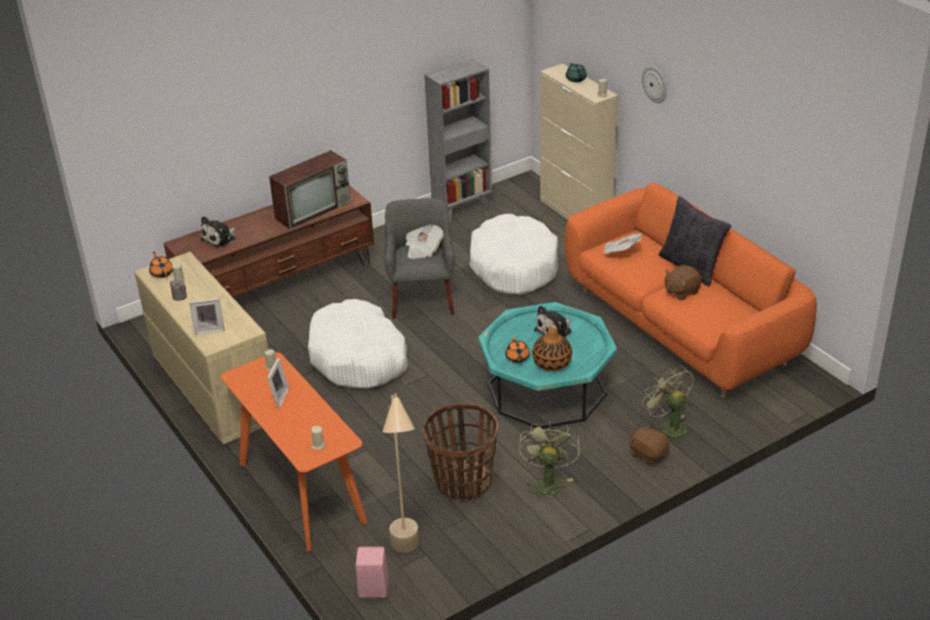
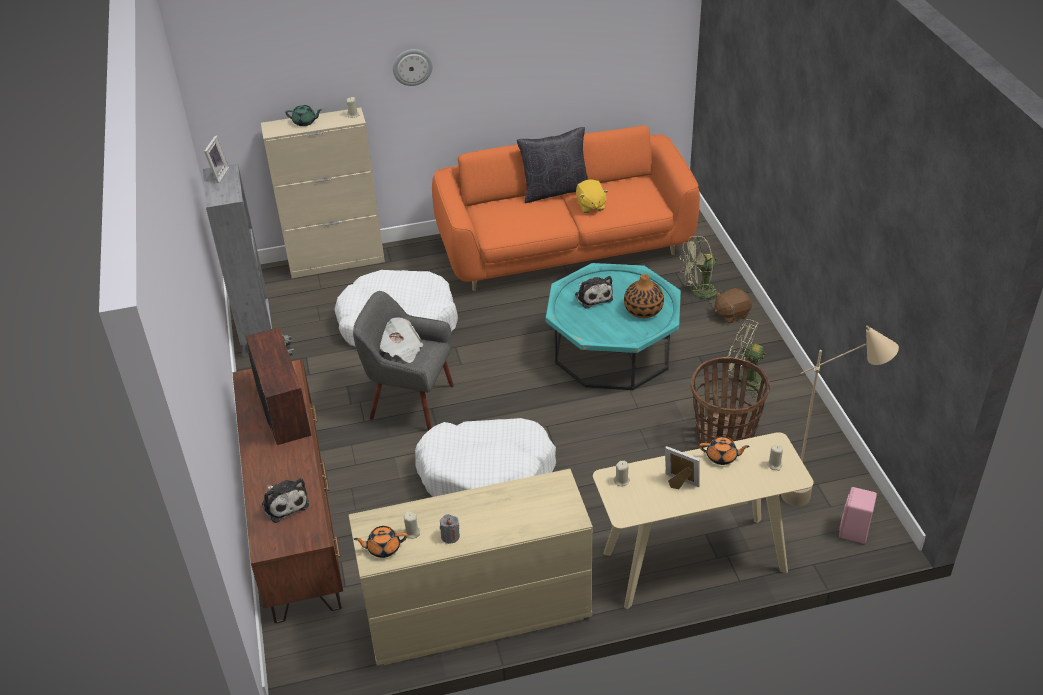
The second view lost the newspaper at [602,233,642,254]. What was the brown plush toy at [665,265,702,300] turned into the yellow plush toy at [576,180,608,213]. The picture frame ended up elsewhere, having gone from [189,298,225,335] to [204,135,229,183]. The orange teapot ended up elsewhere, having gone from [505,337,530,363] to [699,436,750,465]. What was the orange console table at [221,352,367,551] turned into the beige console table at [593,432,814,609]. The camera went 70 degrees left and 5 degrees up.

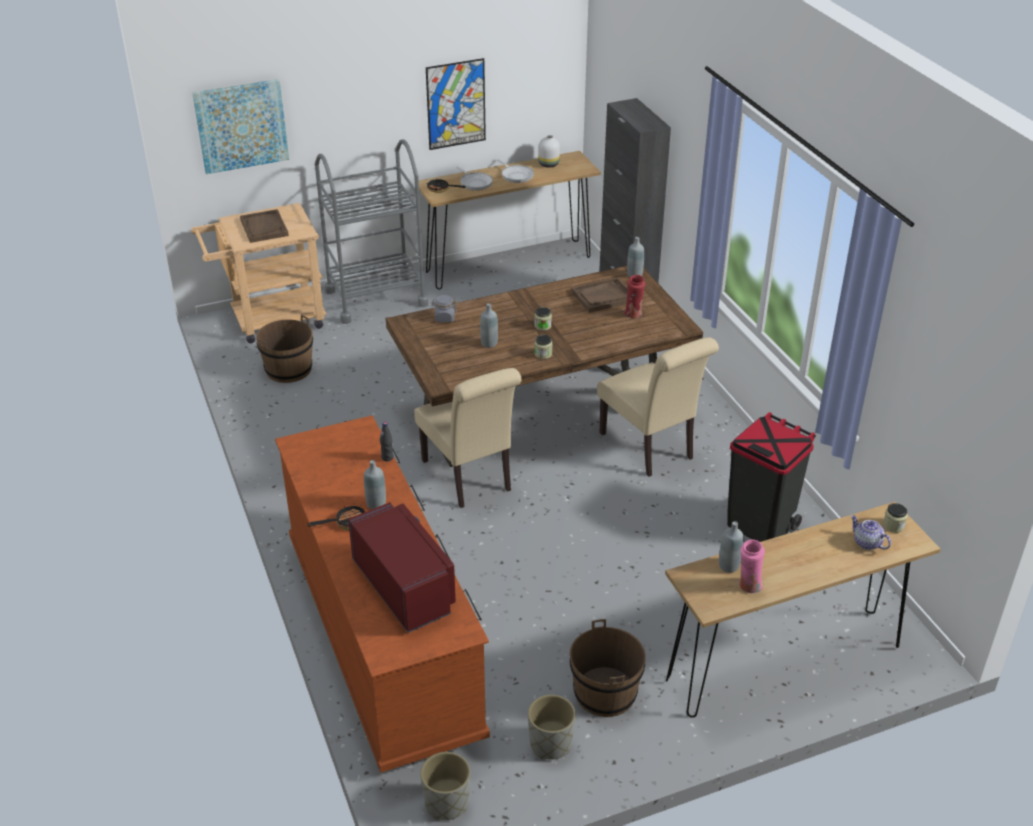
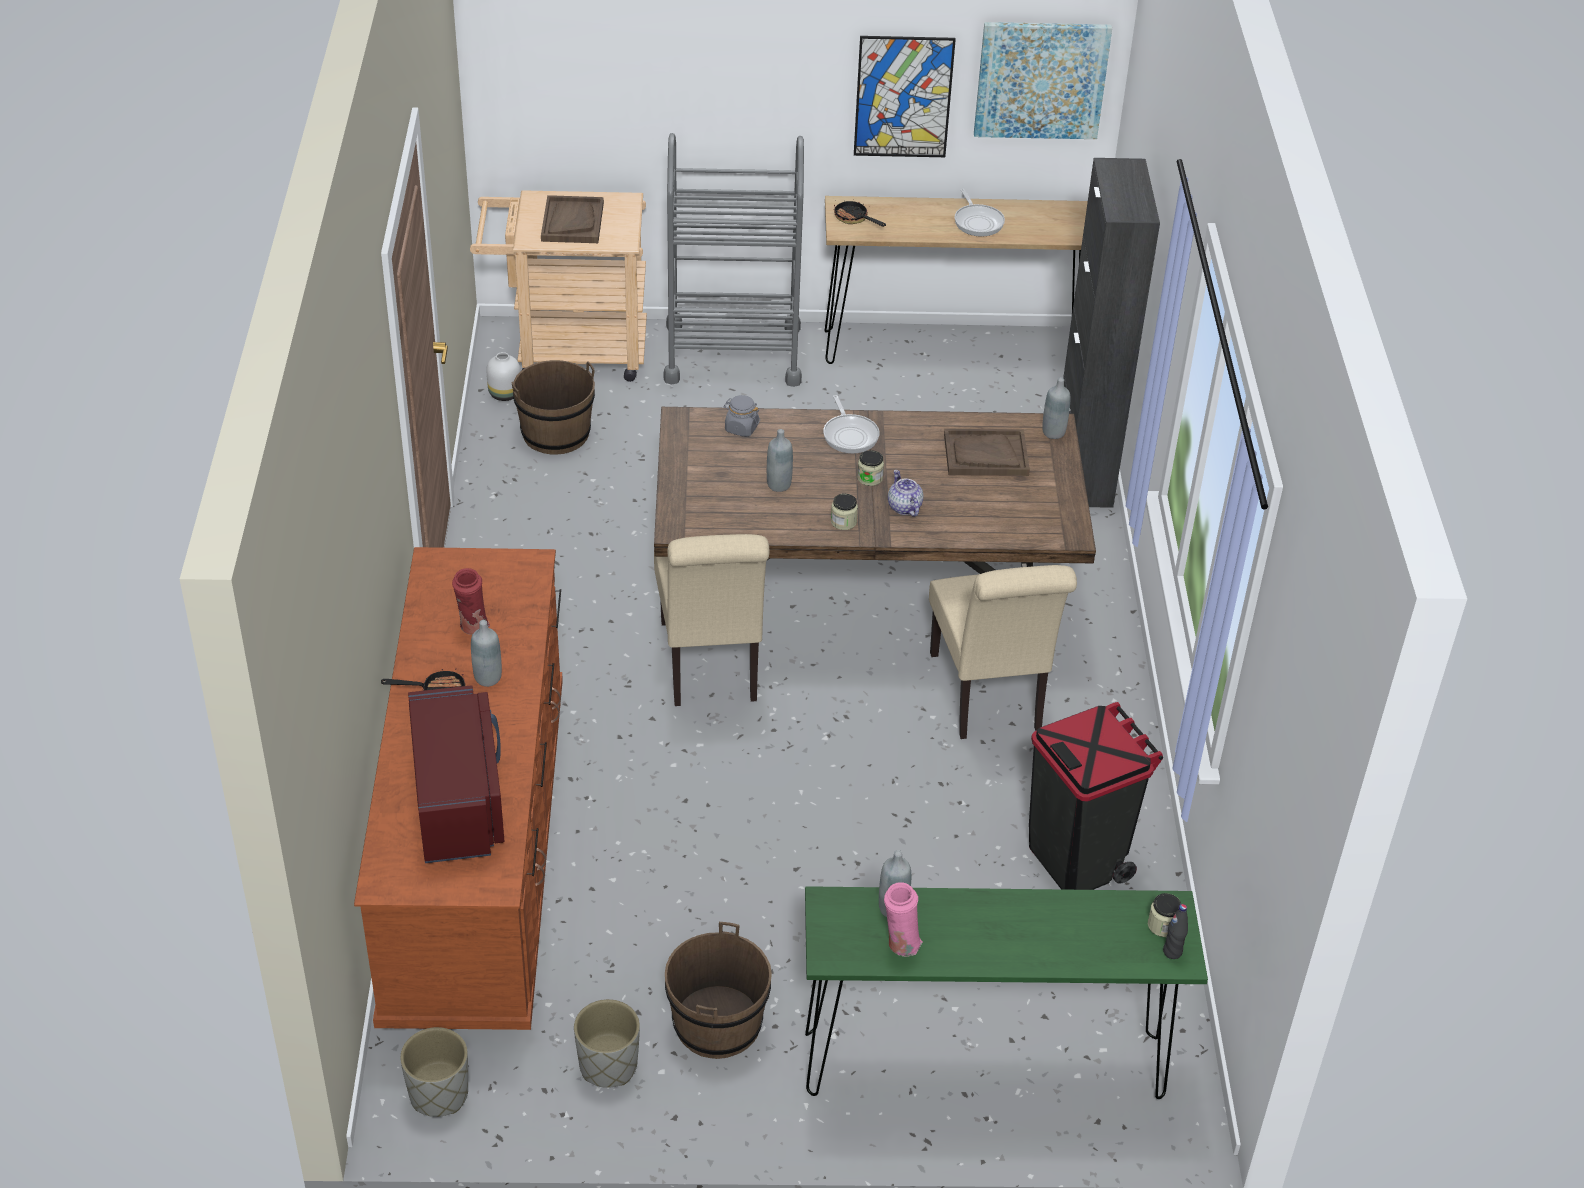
The picture ended up elsewhere, having gone from [192,79,289,174] to [974,22,1112,139]. The white vase ended up elsewhere, having gone from [538,135,560,168] to [486,352,521,401]. The frying pan ended up elsewhere, having gone from [456,166,493,191] to [823,395,879,453]. The red vase ended up elsewhere, having gone from [624,275,645,319] to [452,568,490,635]. The black bottle ended up elsewhere, having gone from [380,422,393,462] to [1163,904,1188,959]. What was the brown console table at [665,502,941,718] turned into the green console table at [805,886,1208,1099]. The teapot ended up elsewhere, having gone from [851,515,891,550] to [888,470,923,517]. The camera went 20 degrees right and 5 degrees up.

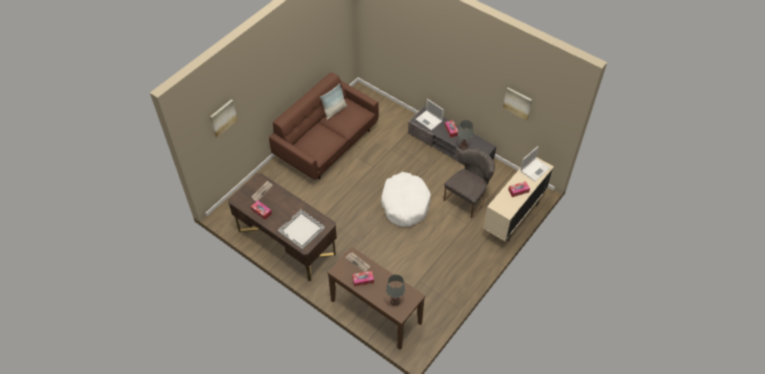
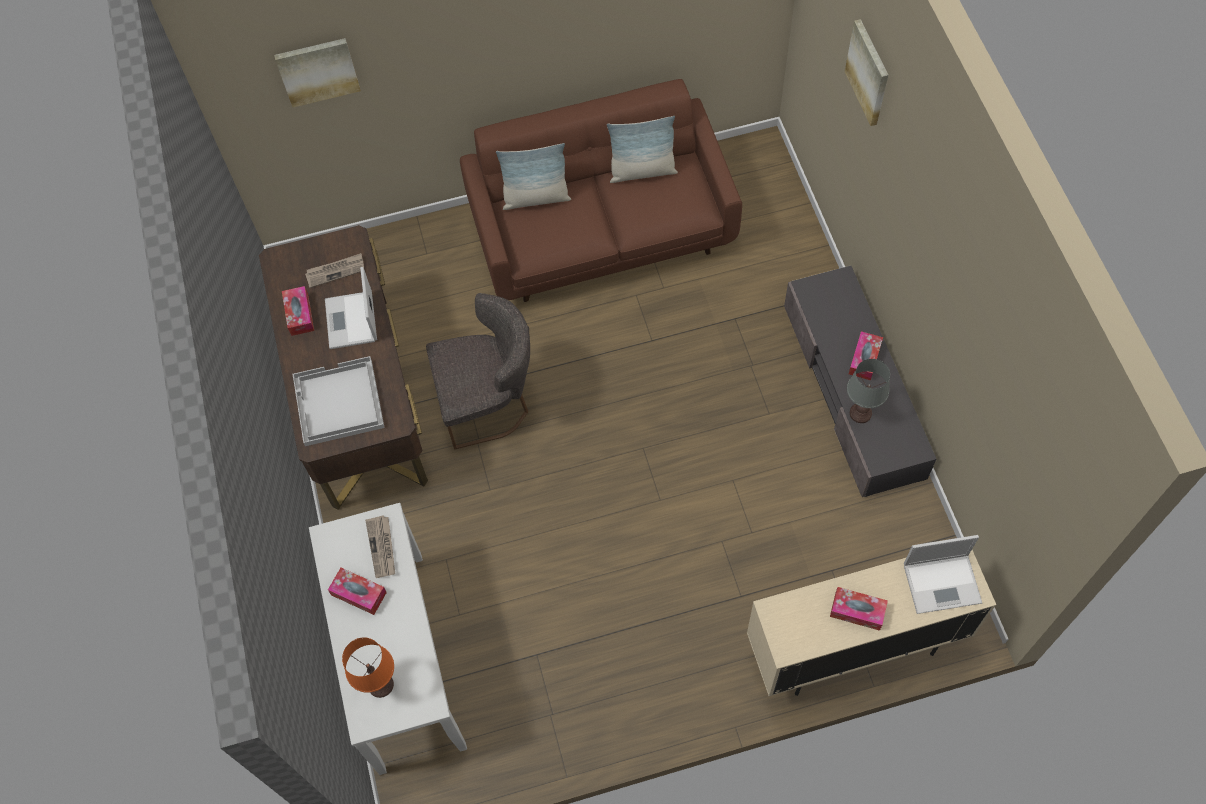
The picture ended up elsewhere, having gone from [503,87,532,121] to [845,19,888,126]. The laptop ended up elsewhere, having gone from [416,99,444,131] to [325,267,377,349]. The grey chair ended up elsewhere, having gone from [444,148,495,218] to [426,293,530,449]. The second view lost the white dog bed at [381,172,431,227]. What was the brown console table at [327,247,425,350] turned into the white console table at [309,503,467,775]. What was the grey table lamp at [386,275,405,306] turned into the orange table lamp at [342,637,394,698]. The second view gained the pillow at [496,143,571,210]. The camera went 40 degrees right and 10 degrees up.

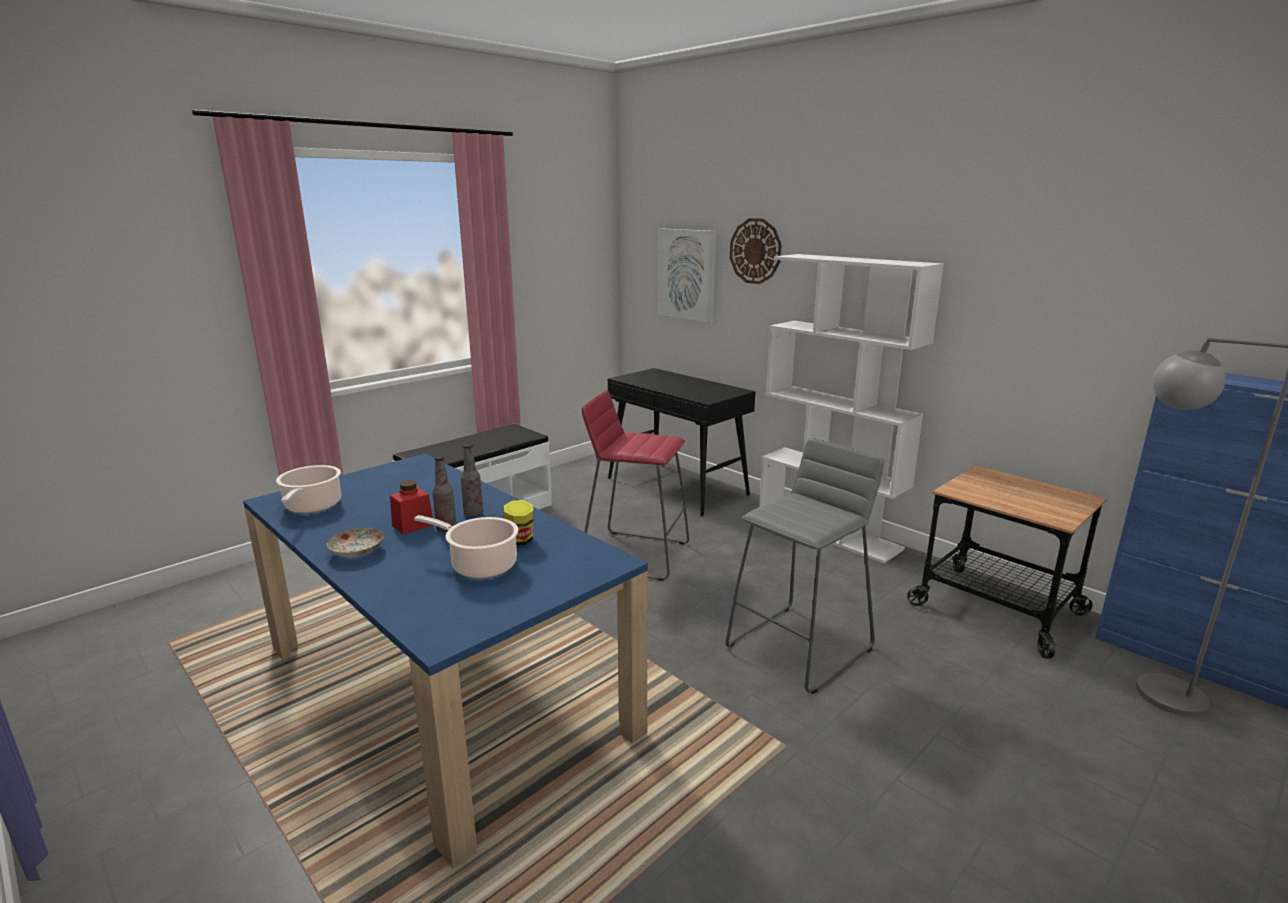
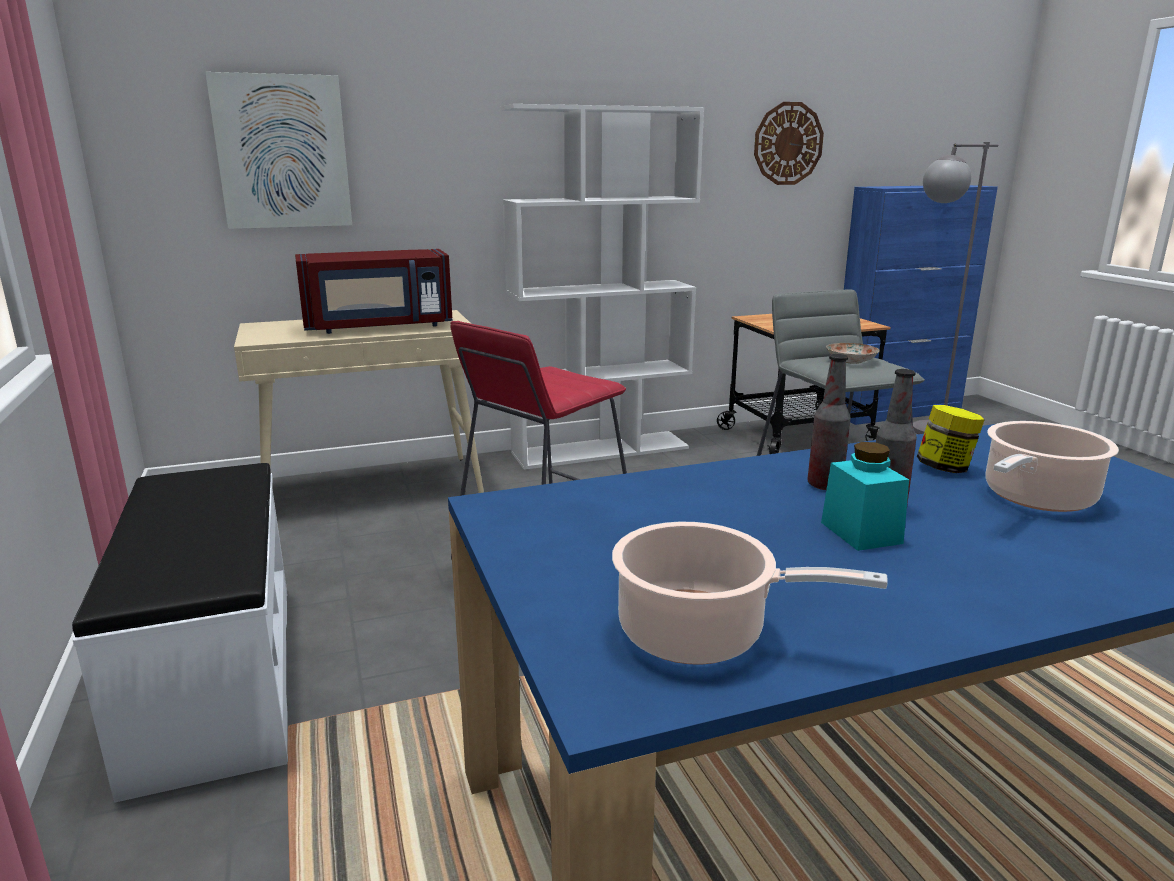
The wall clock ended up elsewhere, having gone from [730,218,782,284] to [754,102,824,185]. What was the black console table at [608,368,756,516] turned into the beige console table at [234,310,484,493]. What was the red jar at [390,480,433,534] turned into the turquoise jar at [821,442,909,551]. The plate ended up elsewhere, having gone from [327,528,384,557] to [826,343,880,364]. The second view gained the red microwave at [295,249,453,334]. The camera went 65 degrees left and 0 degrees up.

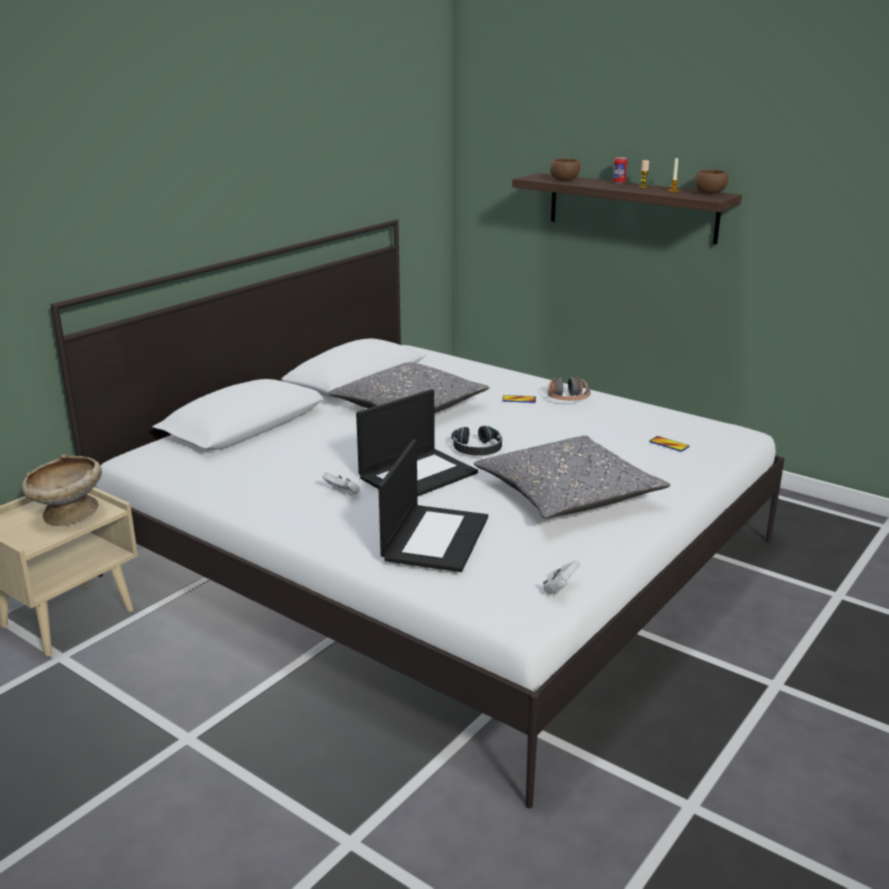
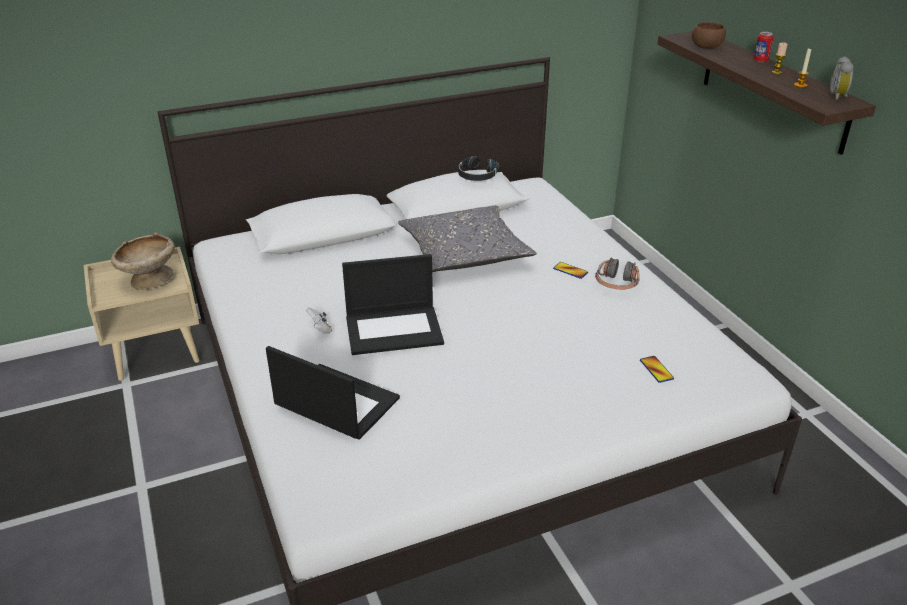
Where the brown bowl stood at [694,170,728,194], the alarm clock came to stand at [830,56,854,101]. The black headphones ended up elsewhere, having gone from [451,426,502,456] to [458,156,499,181]. The second view lost the grey pillow at [474,436,670,519]. The laptop at [378,440,488,572] ended up facing another way, 105 degrees counterclockwise from before. The second view lost the white game controller at [543,560,581,595]. The camera went 30 degrees right and 10 degrees up.

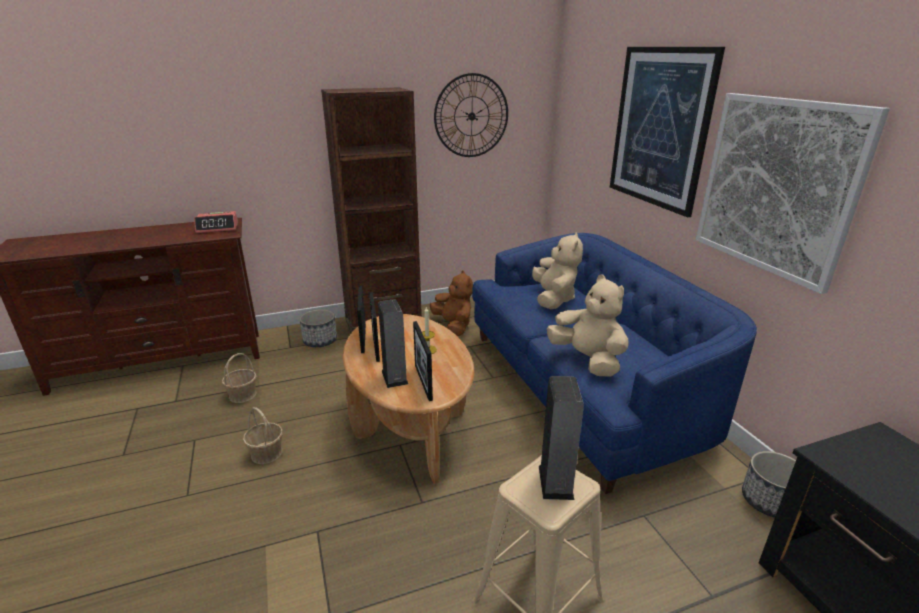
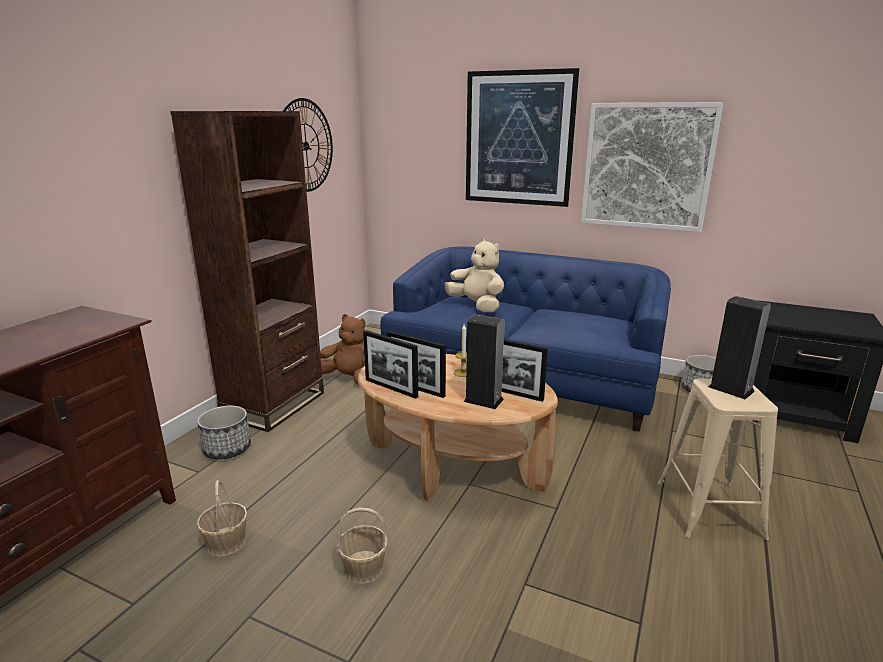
The second view lost the alarm clock at [194,211,238,233]. The second view lost the beige plush toy at [547,274,629,377]. The camera went 45 degrees left and 5 degrees down.

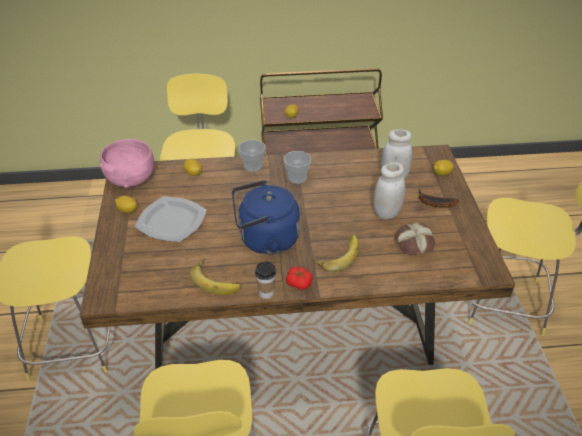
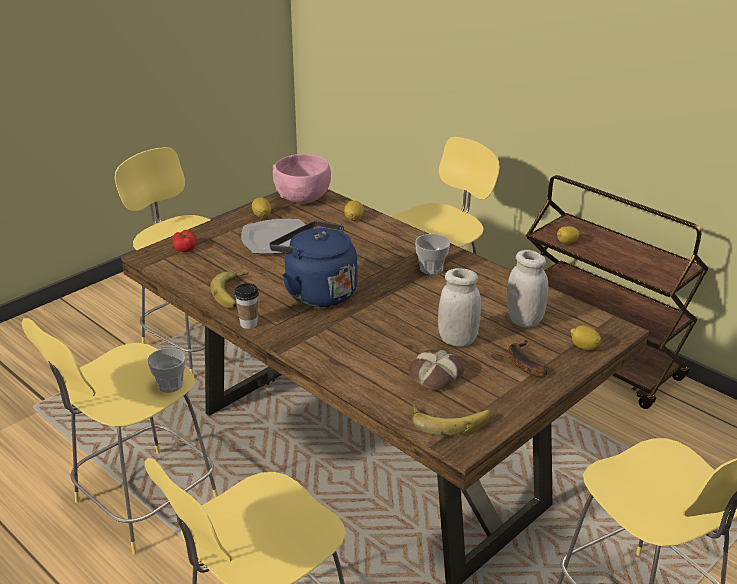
The cup ended up elsewhere, having gone from [239,140,266,172] to [147,348,186,393]. The banana ended up elsewhere, having gone from [313,235,359,272] to [412,403,491,436]. The tomato ended up elsewhere, having gone from [286,266,313,290] to [172,230,197,252]. The camera went 50 degrees right and 10 degrees down.

